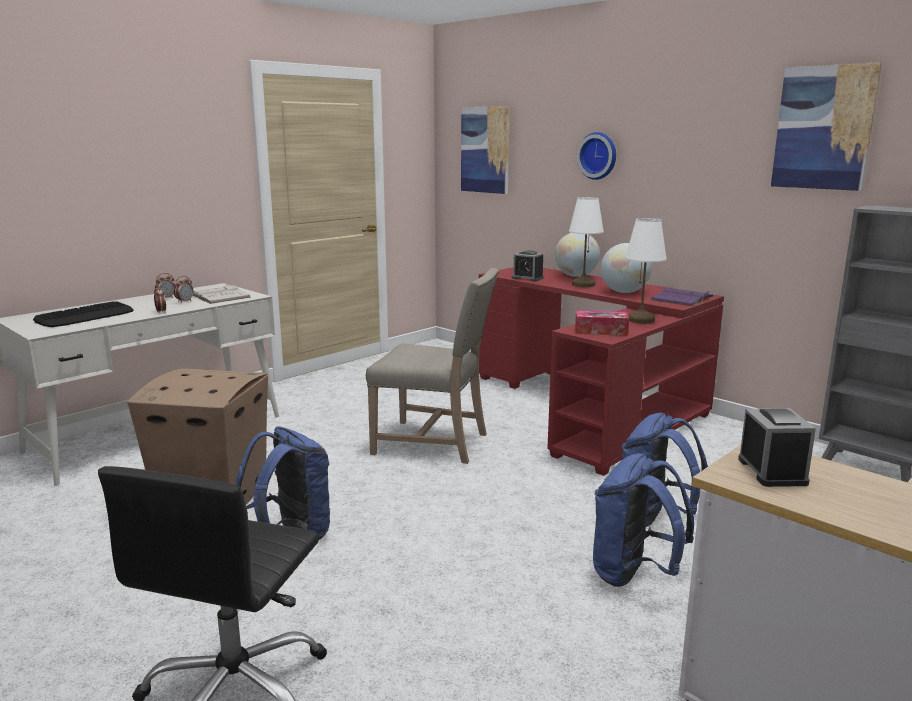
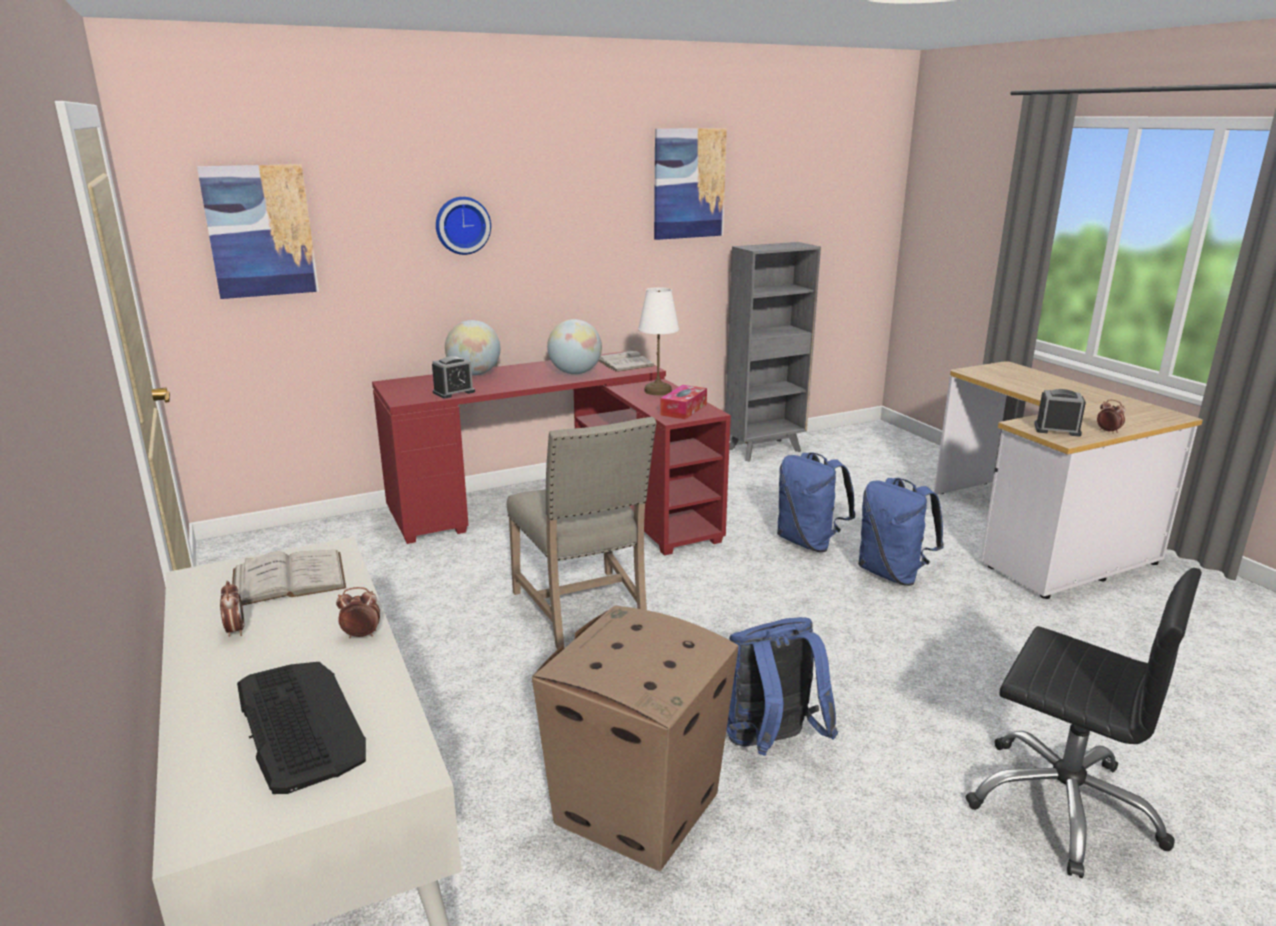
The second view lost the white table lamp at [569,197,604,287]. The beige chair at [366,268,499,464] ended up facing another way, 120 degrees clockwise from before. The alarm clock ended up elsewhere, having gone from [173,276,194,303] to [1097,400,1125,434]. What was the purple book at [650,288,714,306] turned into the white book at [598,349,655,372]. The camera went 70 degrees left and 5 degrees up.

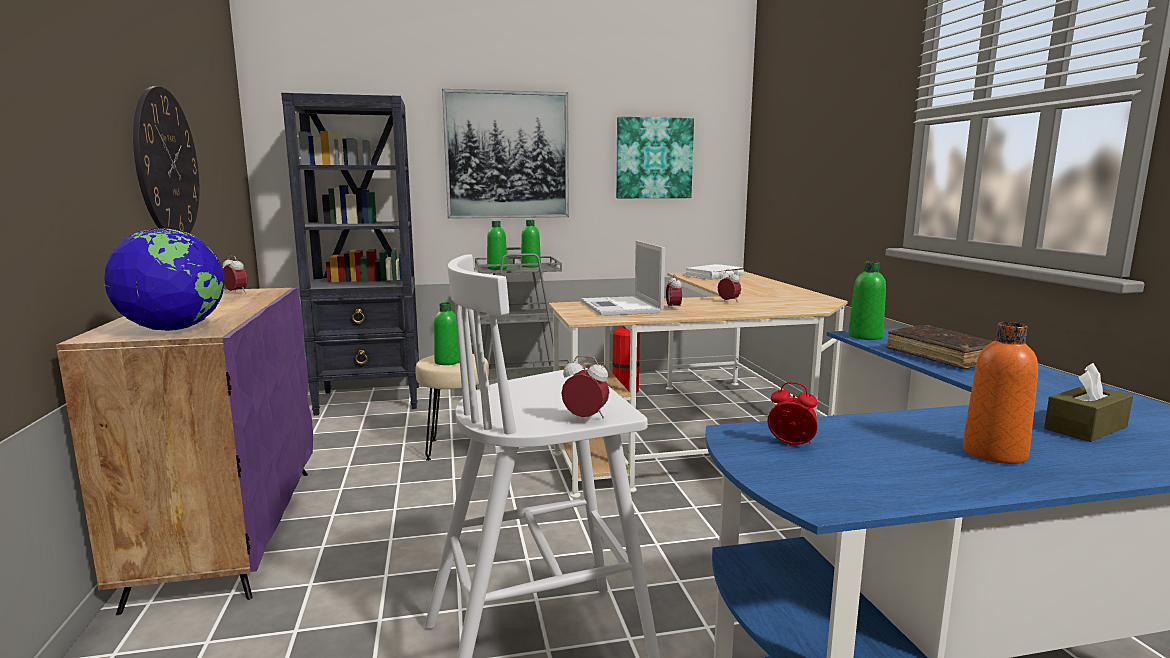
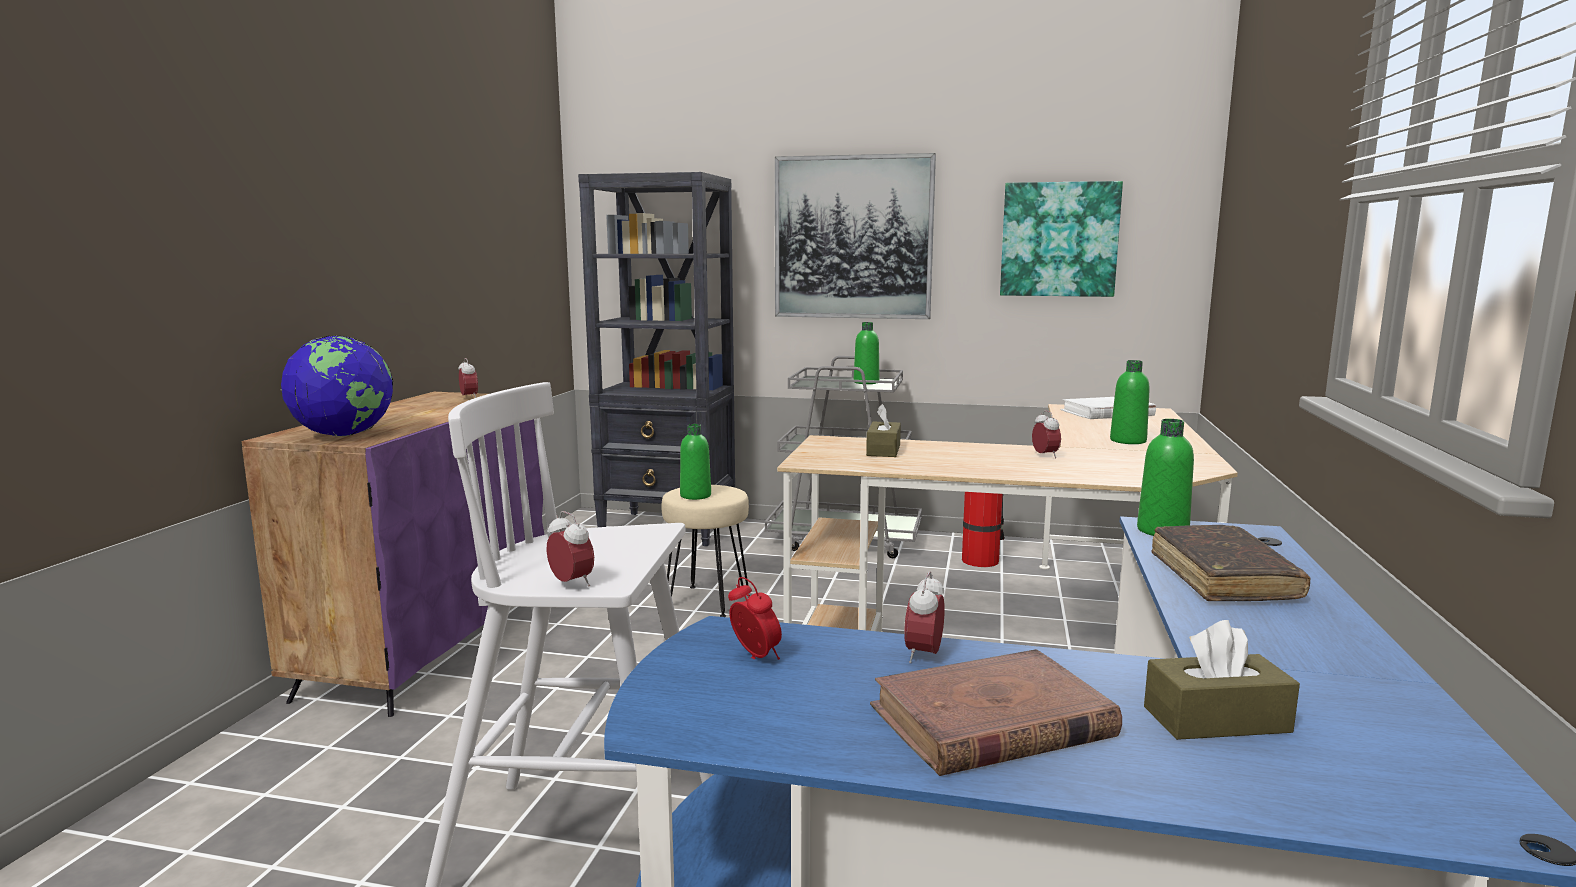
The second view lost the wall clock at [133,86,199,233]. The green bottle ended up elsewhere, having gone from [487,221,508,270] to [1110,360,1150,444]. Where the laptop stood at [581,240,665,316], the brown tissue box came to stand at [866,404,901,457]. The alarm clock ended up elsewhere, having gone from [666,274,682,310] to [904,571,945,663]. Where the orange bottle stood at [963,322,1038,464], the brown book came to stand at [870,649,1122,776]. The camera went 25 degrees right and 0 degrees up.

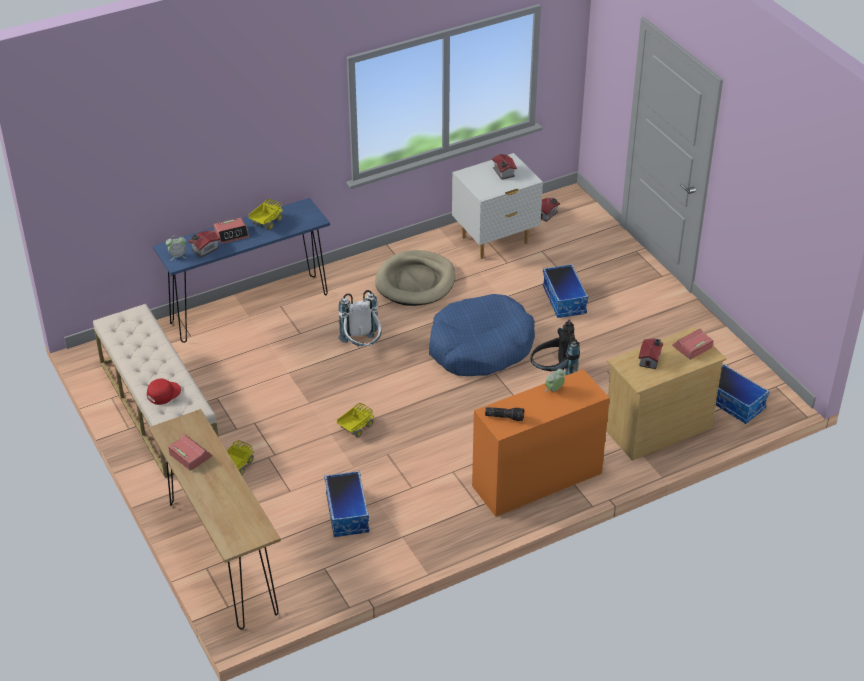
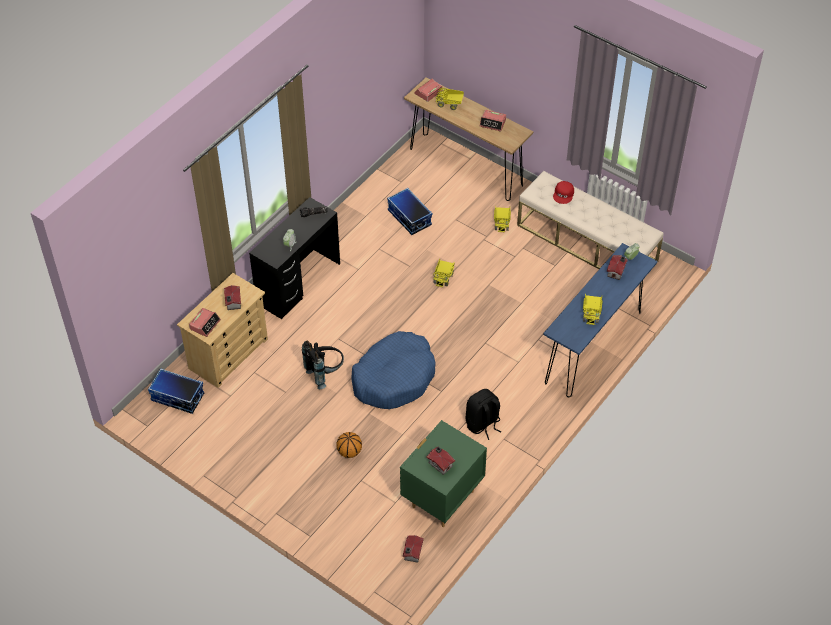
What was the white nightstand at [452,153,543,259] turned into the green nightstand at [400,420,487,527]. The alarm clock ended up elsewhere, having gone from [214,218,249,244] to [414,78,442,102]. Where the beige dog bed stood at [375,250,456,306], the black backpack came to stand at [466,389,501,440]. Where the storage box stood at [543,264,588,318], the basketball came to stand at [336,432,362,458]. The second view lost the white backpack at [338,290,382,347]. What was the orange desk at [472,369,610,517] turned into the black desk at [249,197,340,319]. The second view gained the toy truck at [436,88,464,110]. The camera went 155 degrees right and 10 degrees up.

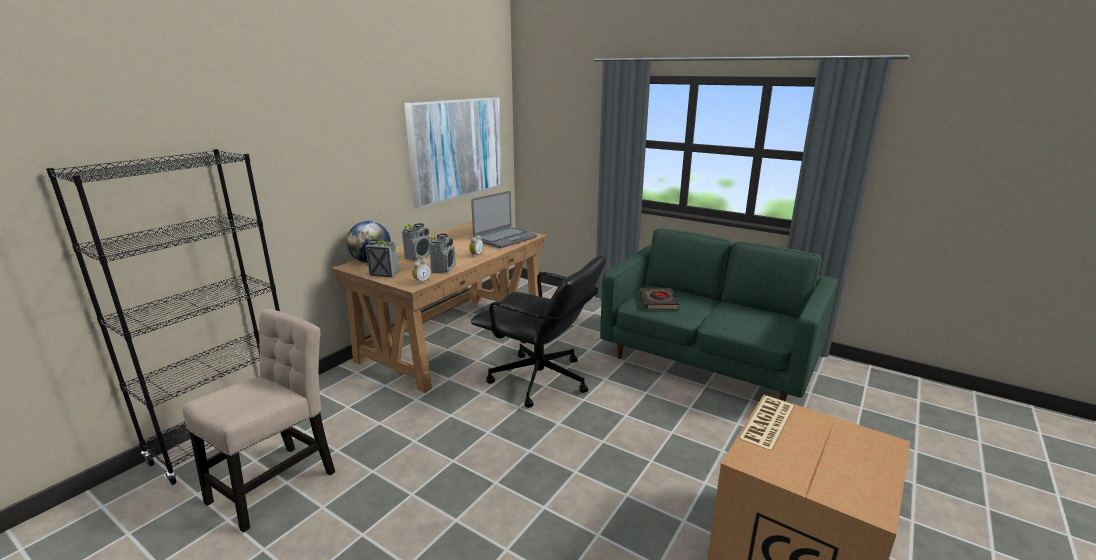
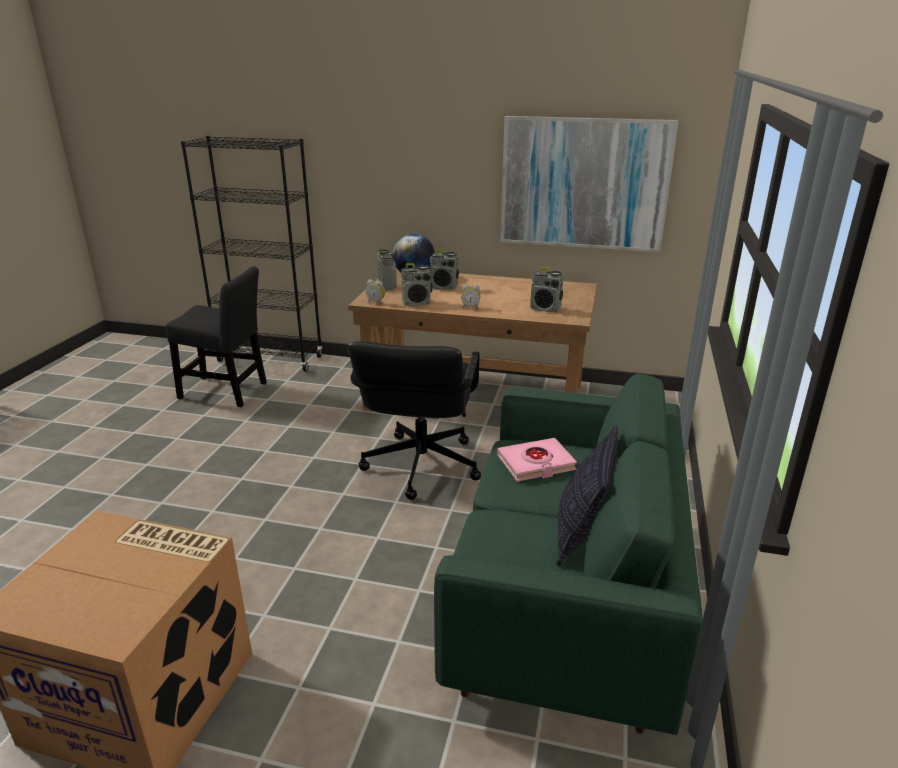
Where the laptop stood at [471,191,537,248], the radio came to stand at [530,267,563,312]. What was the black book at [640,288,679,310] turned into the pink book at [497,438,577,482]. What was the beige chair at [182,309,335,533] turned into the black chair at [166,266,267,407]. The second view gained the pillow at [557,425,618,566]. The camera went 70 degrees right and 5 degrees up.

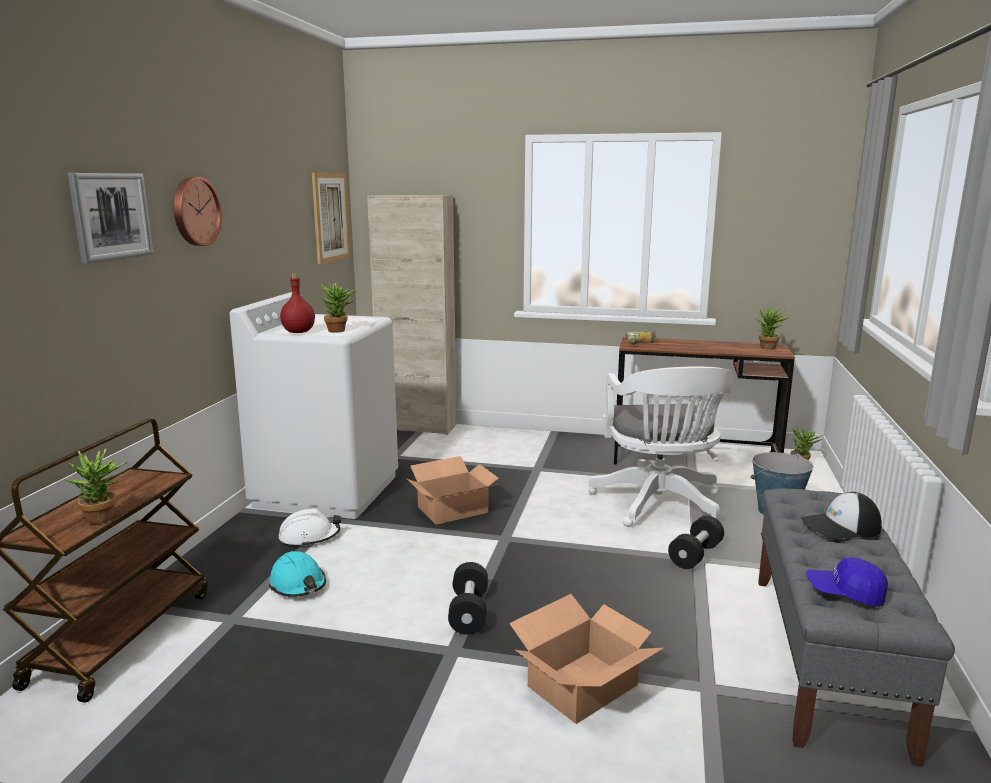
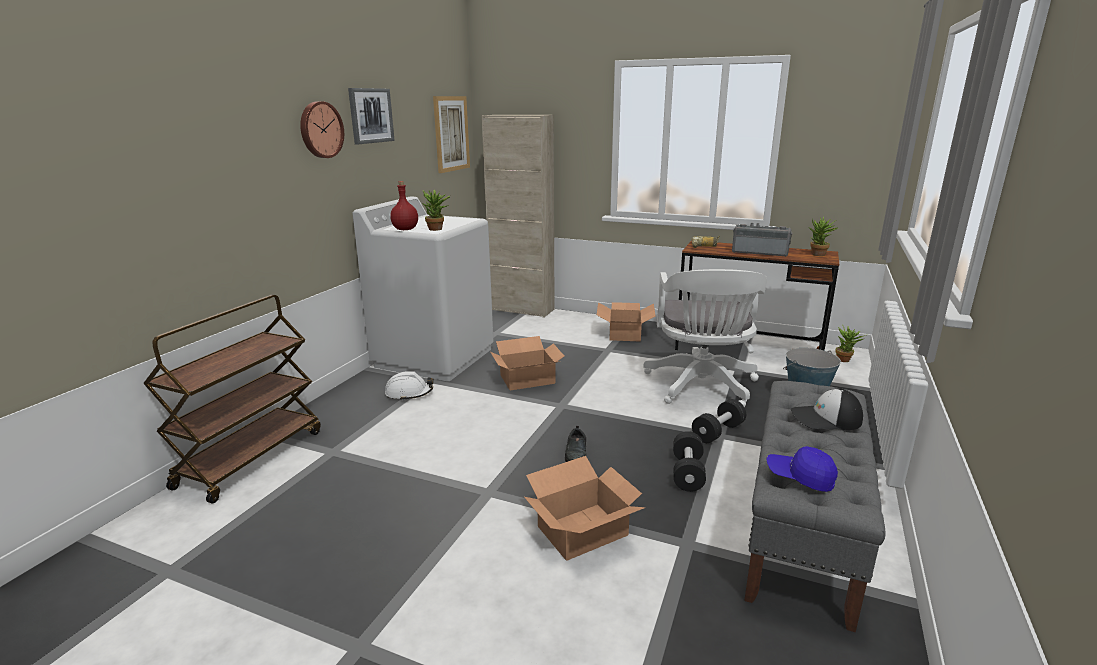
The picture ended up elsewhere, having gone from [68,173,153,264] to [348,88,395,144]. The second view lost the potted plant at [64,448,127,524]. The second view lost the turquoise hard hat at [269,551,326,597]. The black dumbbell ended up elsewhere, having gone from [448,562,488,635] to [673,431,706,492]. The second view gained the radio at [732,223,792,257]. The second view gained the cardboard box at [597,302,655,342]. The second view gained the black shoe at [565,426,586,462]. The camera went 10 degrees right and 5 degrees up.

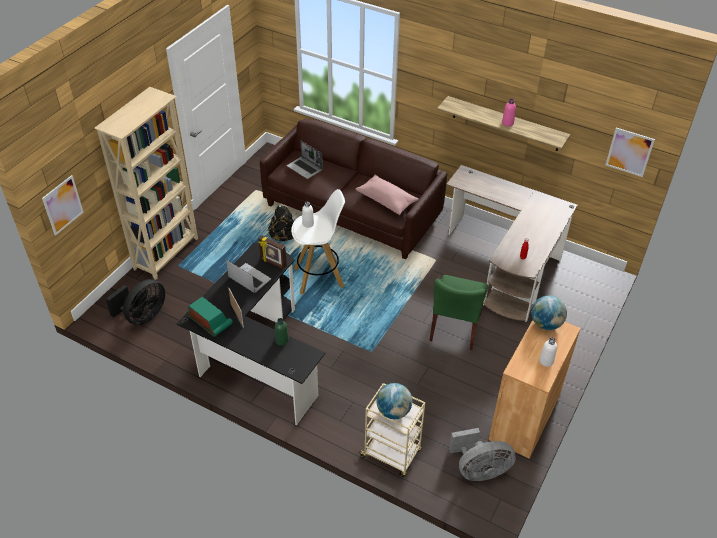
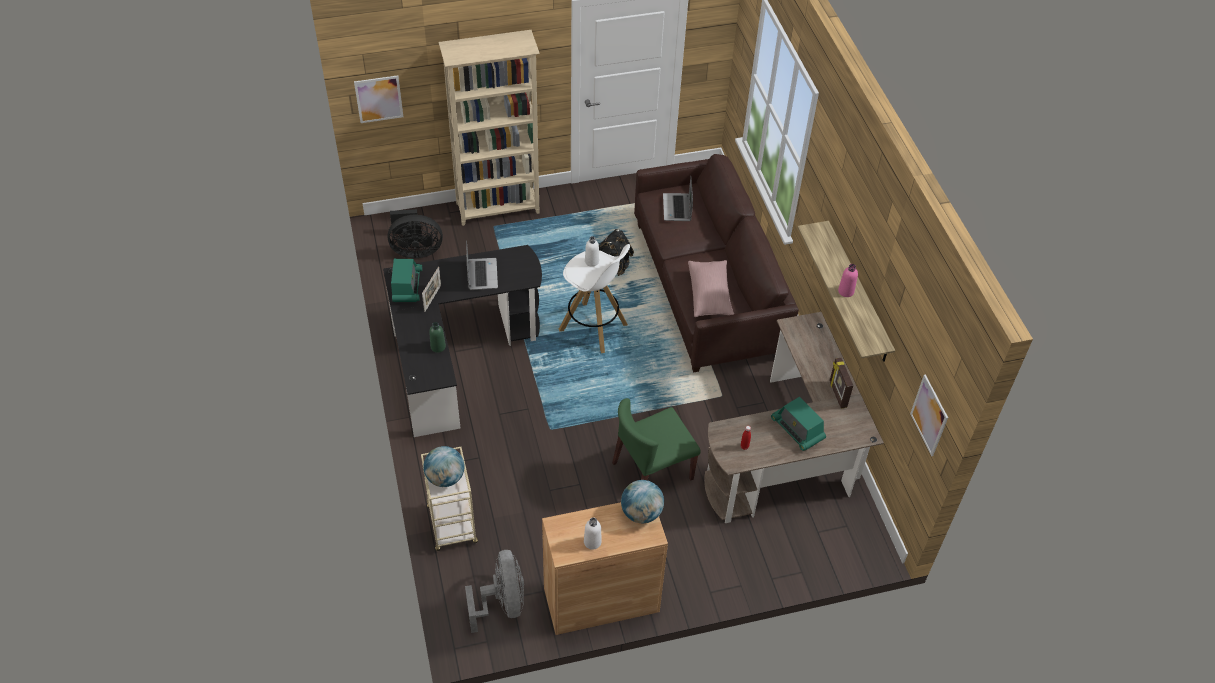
The picture frame ended up elsewhere, having gone from [258,235,287,269] to [829,358,853,409]. The grey fan at [449,428,516,481] ended up facing another way, 135 degrees counterclockwise from before. The second view gained the radio at [771,397,826,451]. The camera went 45 degrees right and 5 degrees up.

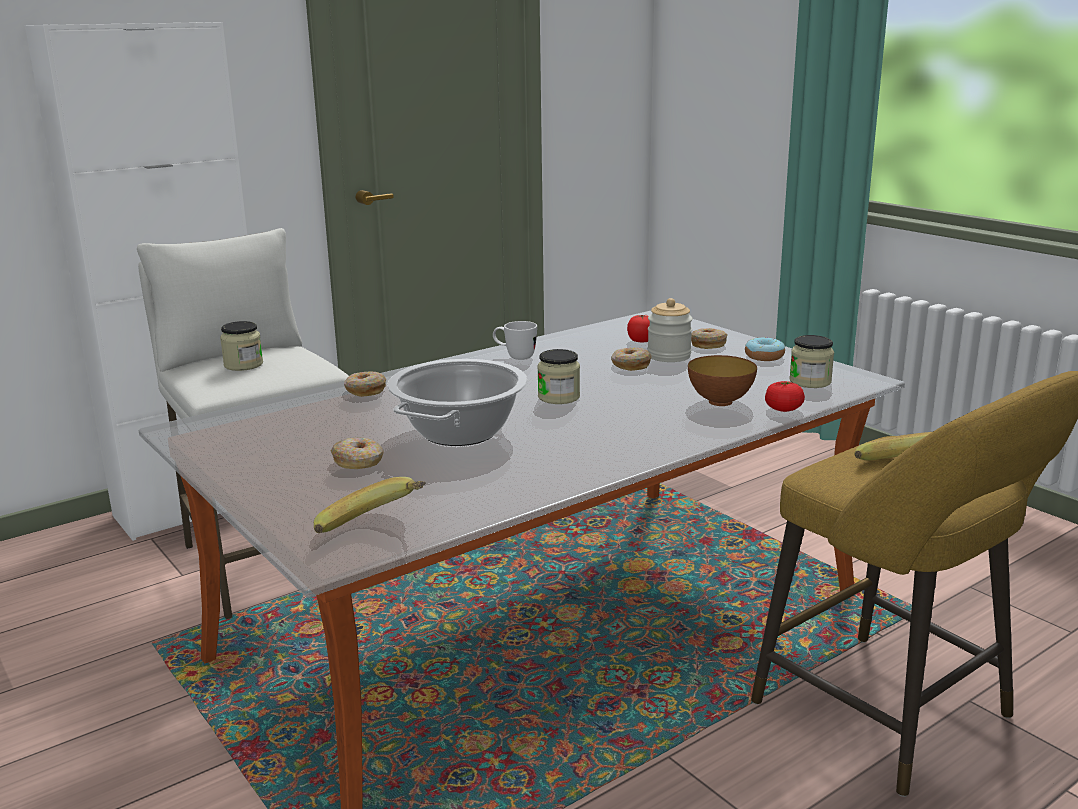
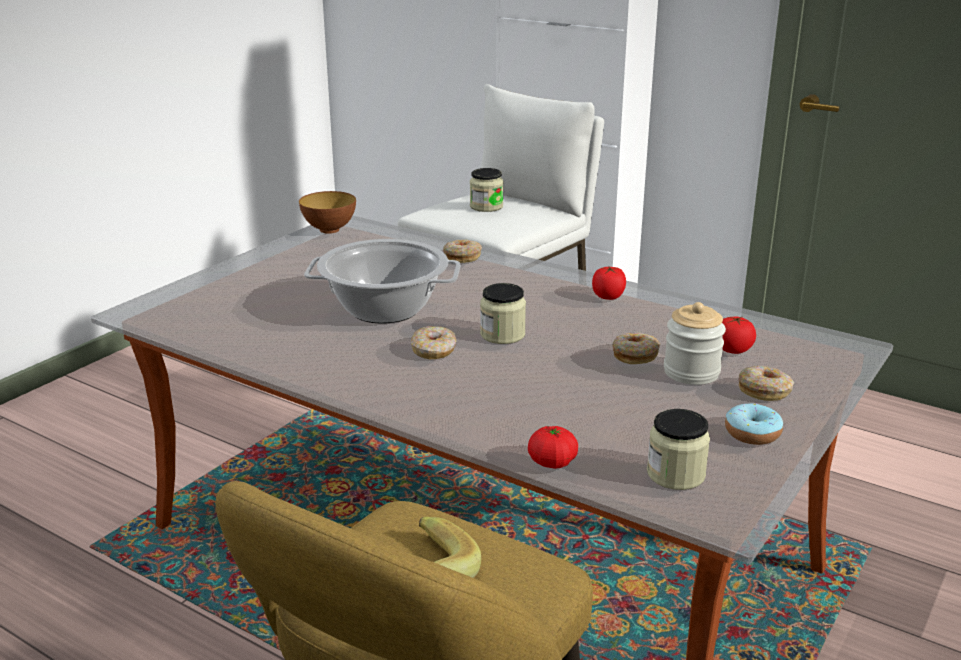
Where the white mug stood at [493,321,537,360], the tomato came to stand at [592,267,626,300]. The bowl ended up elsewhere, having gone from [688,355,757,406] to [299,191,356,234]. The donut ended up elsewhere, having gone from [331,438,384,469] to [411,326,456,359]. The second view lost the banana at [314,477,426,533]. The camera went 70 degrees right and 5 degrees up.

